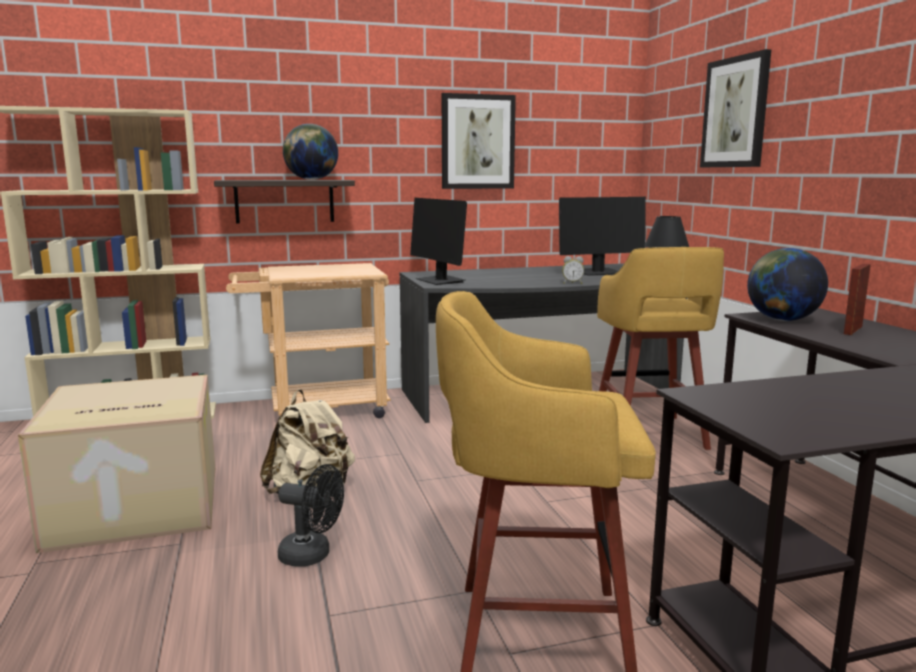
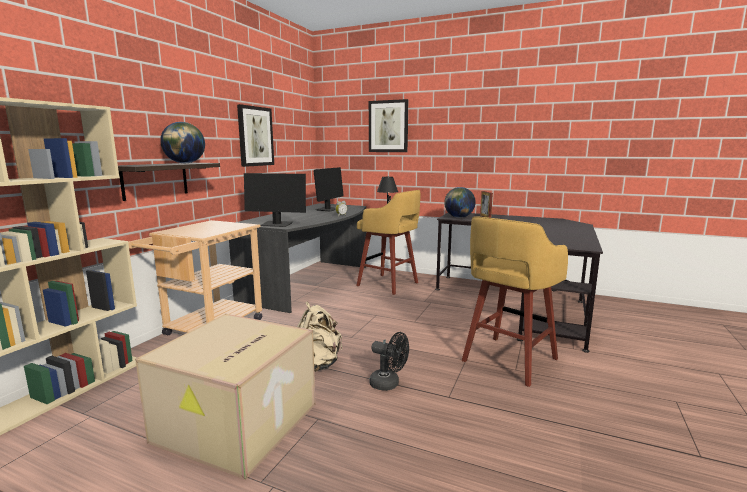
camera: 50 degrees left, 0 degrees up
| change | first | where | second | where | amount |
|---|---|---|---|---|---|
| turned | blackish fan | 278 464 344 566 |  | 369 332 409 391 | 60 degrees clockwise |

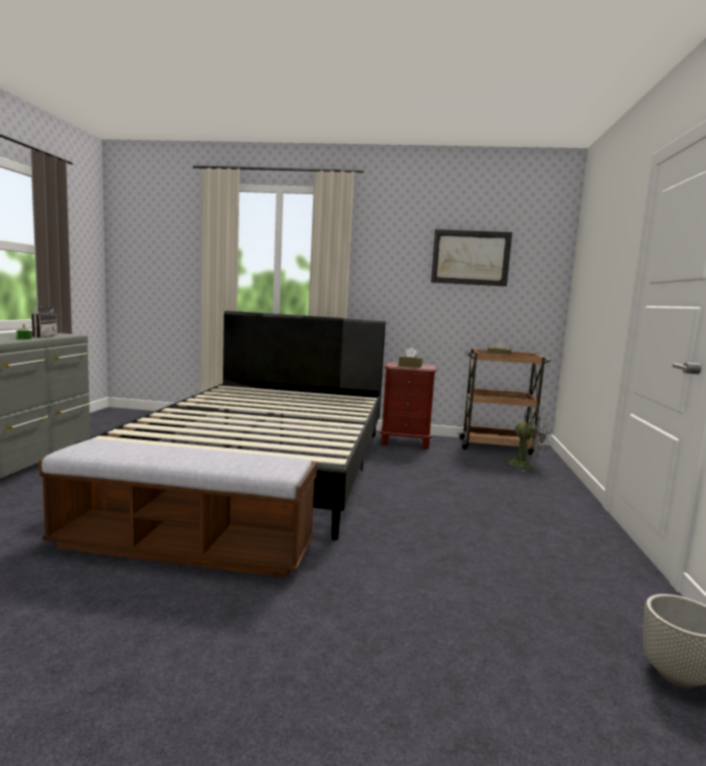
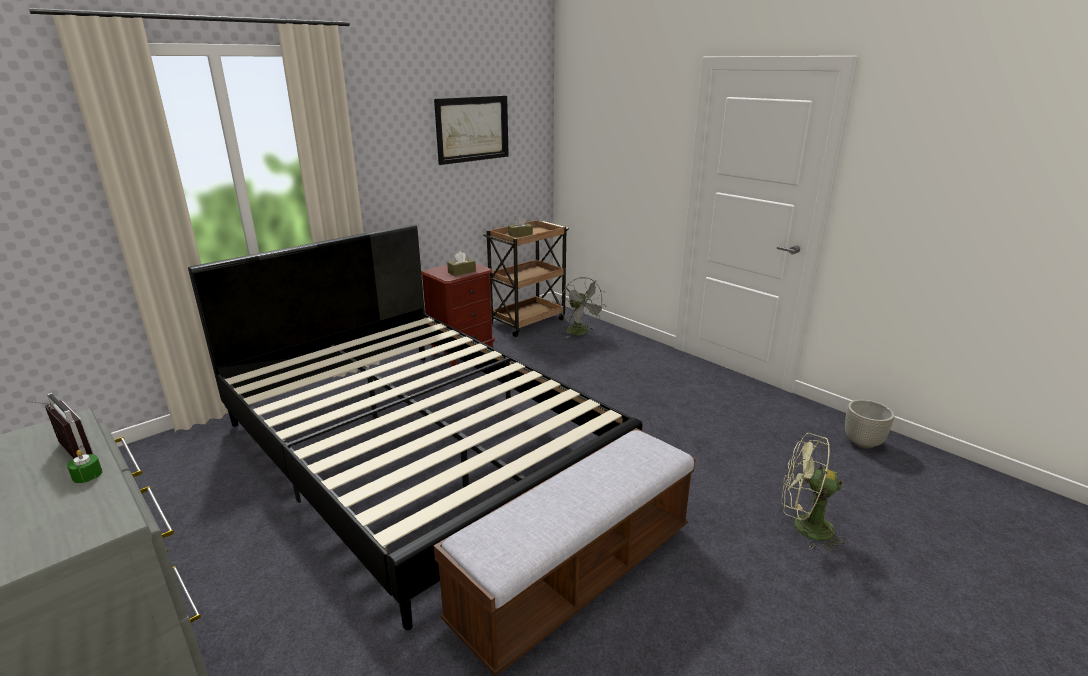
camera: 50 degrees left, 15 degrees up
| change | first | where | second | where | amount |
|---|---|---|---|---|---|
| turned | greyish fan | 504 405 550 472 |  | 560 277 606 338 | 75 degrees clockwise |
| added |  |  | green-coloured fan | 781 433 848 551 |  |

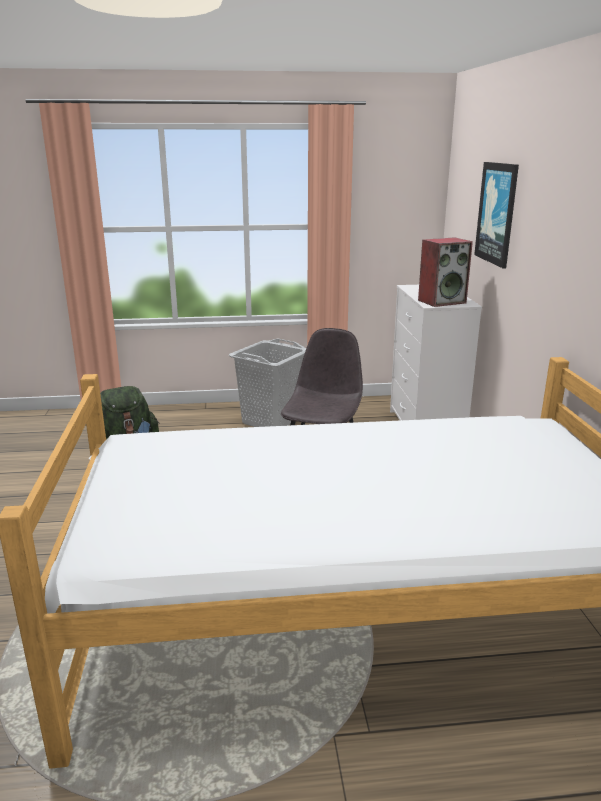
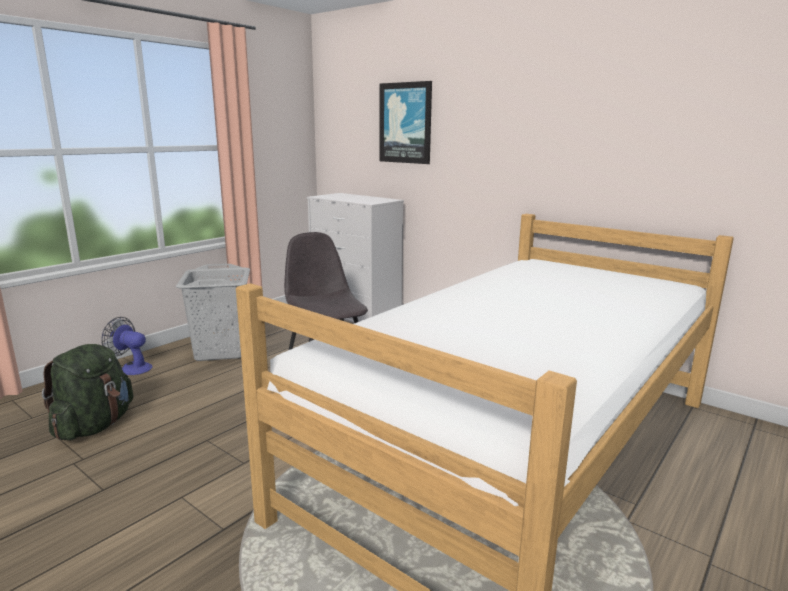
camera: 45 degrees left, 5 degrees down
| change | first | where | second | where | amount |
|---|---|---|---|---|---|
| removed | speaker | 418 237 473 307 |  |  |  |
| added |  |  | fan | 101 317 152 375 |  |

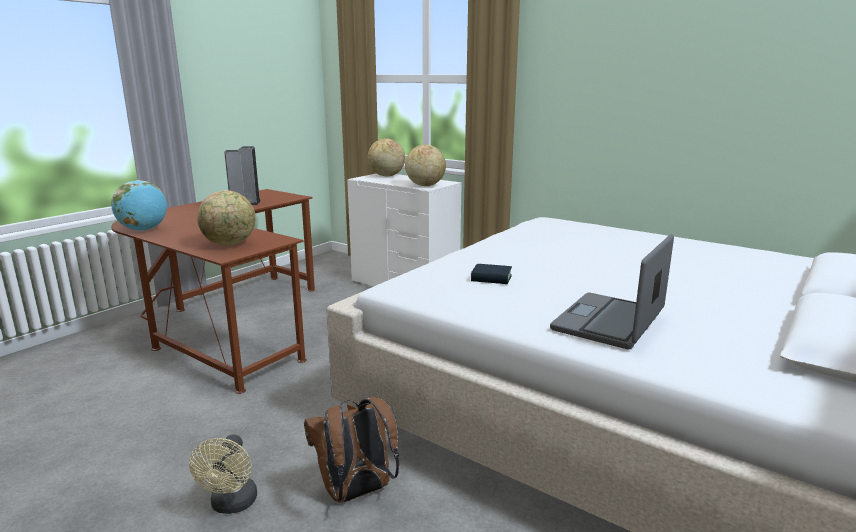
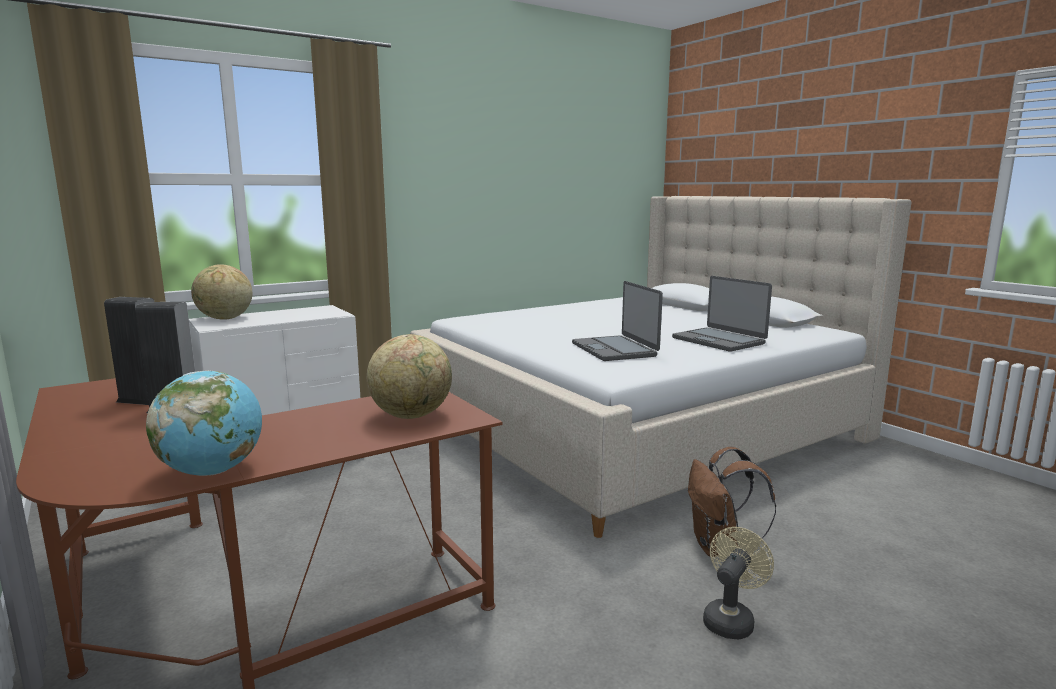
camera: 70 degrees left, 5 degrees down
| change | first | where | second | where | amount |
|---|---|---|---|---|---|
| removed | desk globe | 405 144 446 186 |  |  |  |
| replaced | bound book | 471 264 512 284 | portable computer | 572 281 663 361 |  |
| turned | beige-coloured fan | 189 434 257 514 |  | 703 527 774 639 | 75 degrees counterclockwise |

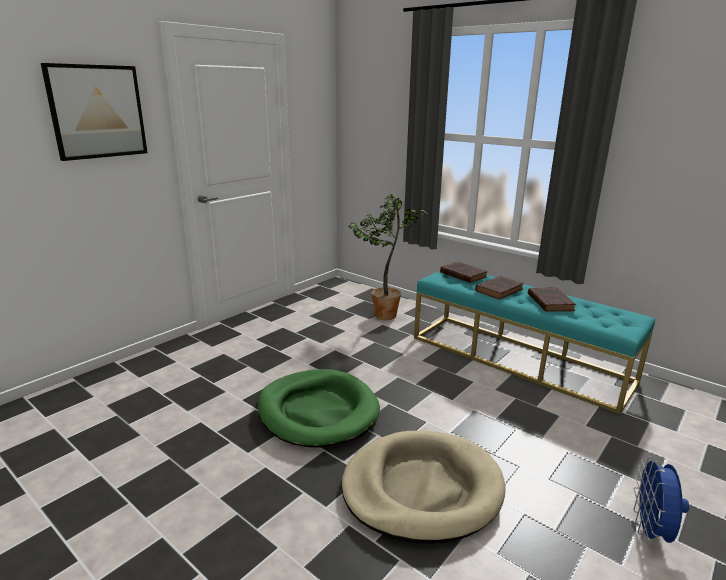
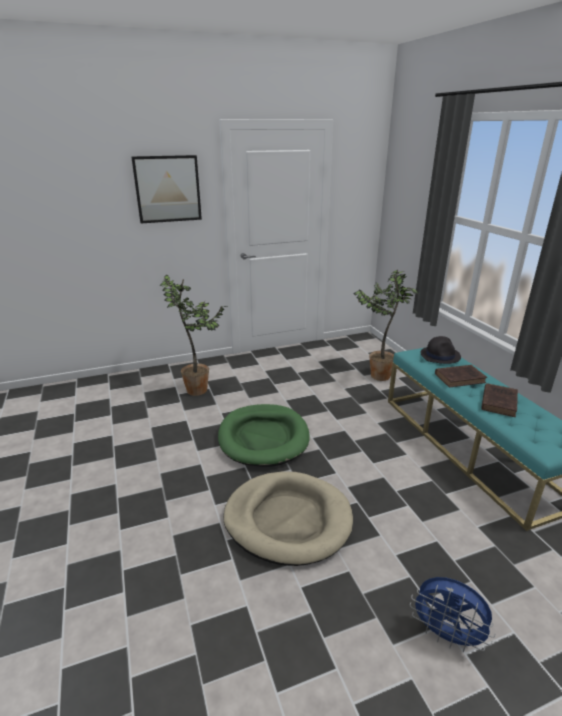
camera: 30 degrees right, 5 degrees up
| change | first | where | second | where | amount |
|---|---|---|---|---|---|
| replaced | brown bound book | 440 262 488 283 | blackish wearable hat | 420 336 461 364 |  |
| turned | blue-coloured fan | 633 456 689 543 |  | 410 577 496 652 | 105 degrees counterclockwise |
| added |  |  | potted plant | 160 275 227 396 |  |

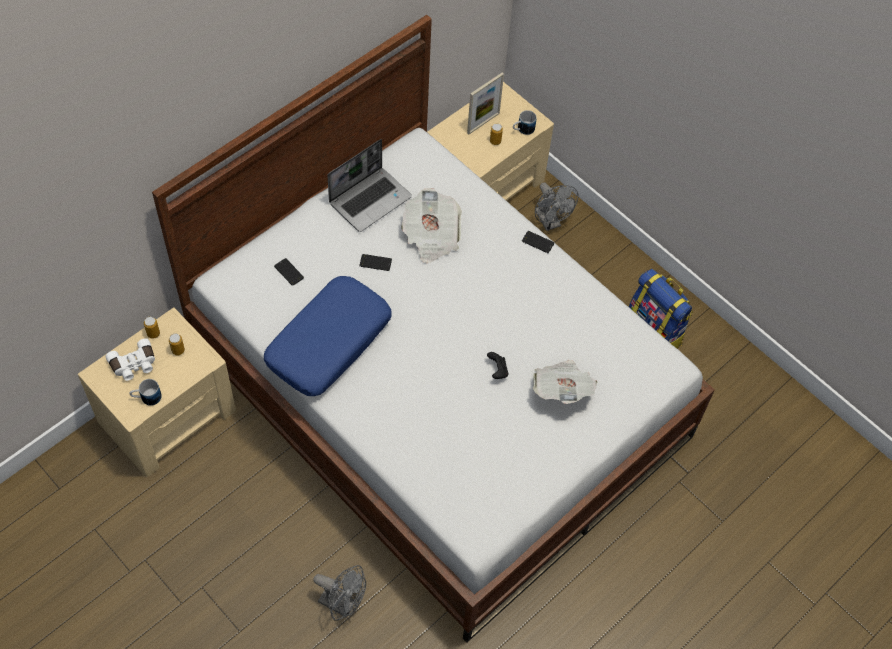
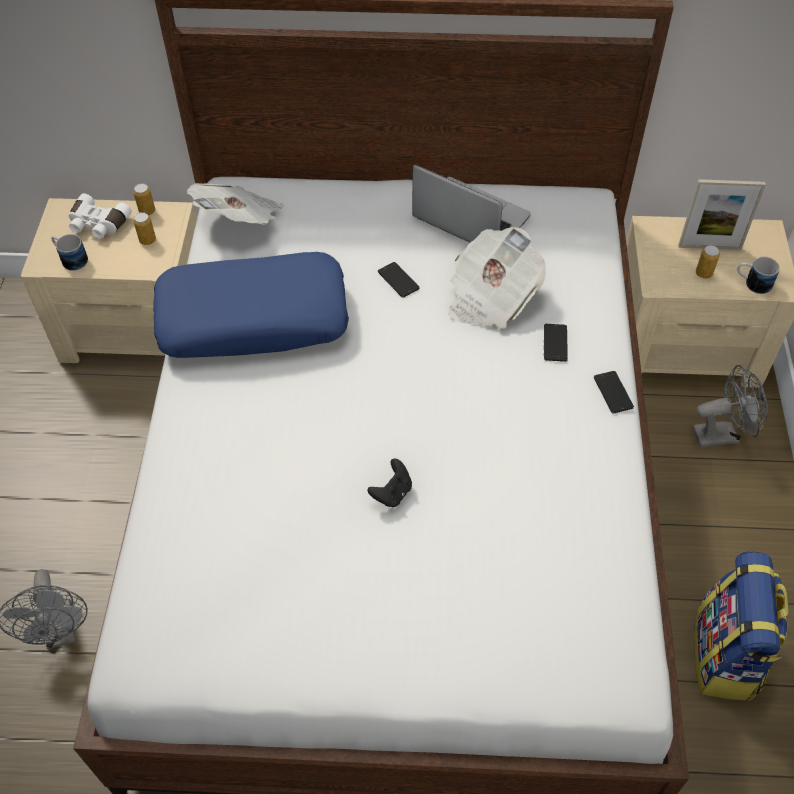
camera: 50 degrees right, 5 degrees down
| change | first | where | second | where | amount |
|---|---|---|---|---|---|
| turned | portable computer | 327 139 412 232 |  | 412 164 531 243 | 150 degrees counterclockwise |
| turned | greyish fan | 535 182 579 231 |  | 692 365 768 447 | 120 degrees counterclockwise |
| moved | phone | 274 258 304 286 |  | 544 324 568 362 |  |
| moved | printed paper | 533 360 598 404 |  | 187 183 284 225 |  |

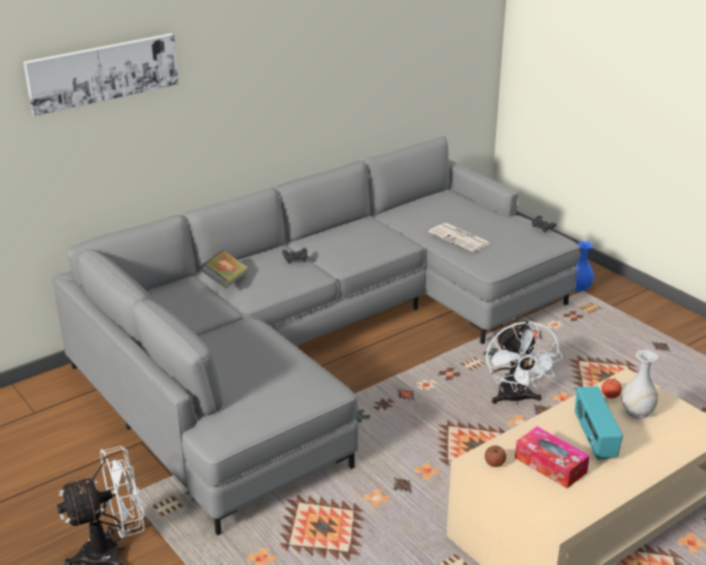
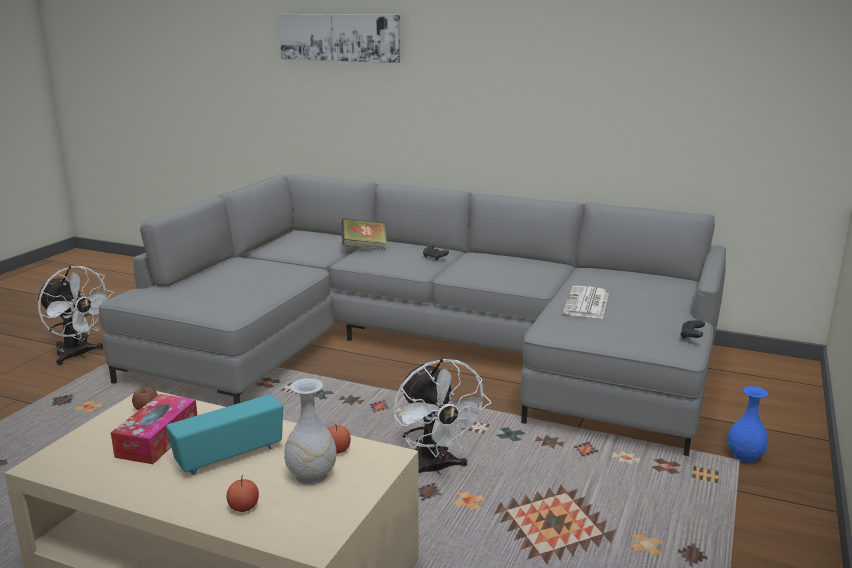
camera: 60 degrees right, 10 degrees down
| change | first | where | second | where | amount |
|---|---|---|---|---|---|
| turned | white-coloured fan | 486 318 563 404 |  | 393 358 492 475 | 75 degrees counterclockwise |
| added |  |  | whole apple | 227 475 259 512 |  |

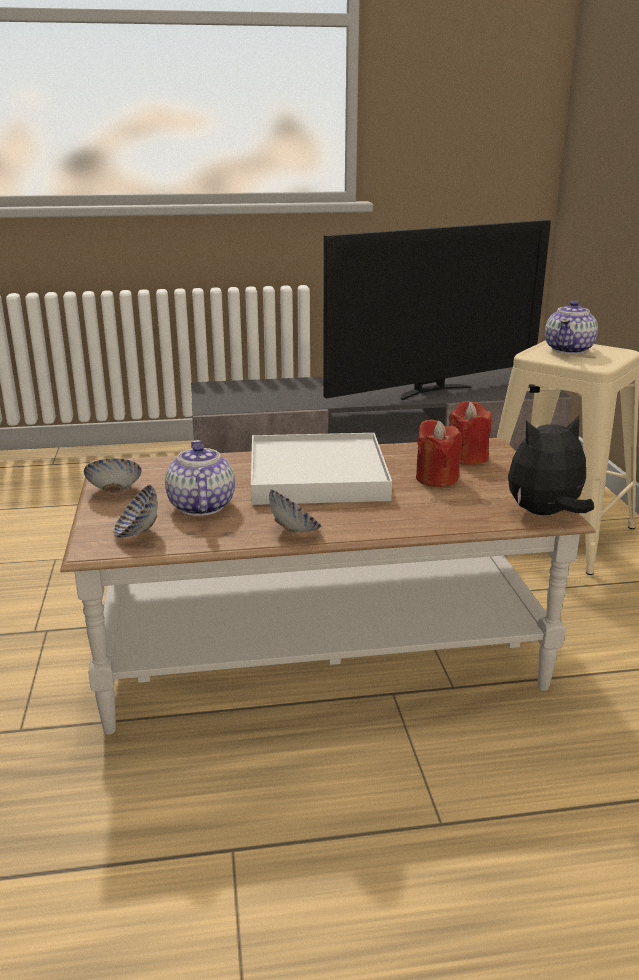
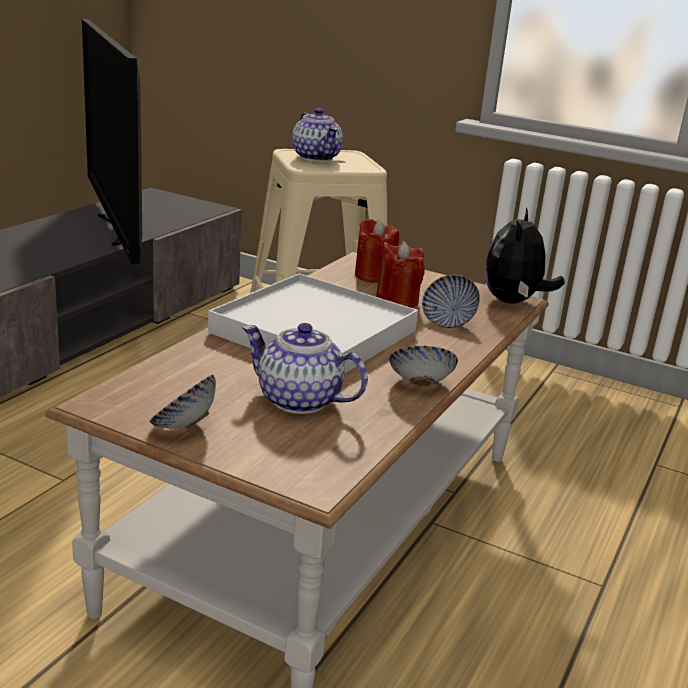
camera: 55 degrees left, 0 degrees up
| change | first | where | second | where | amount |
|---|---|---|---|---|---|
| turned | television | 323 220 551 400 |  | 82 19 142 264 | 150 degrees clockwise |
| moved | bowl | 113 485 158 538 |  | 422 275 480 328 |  |

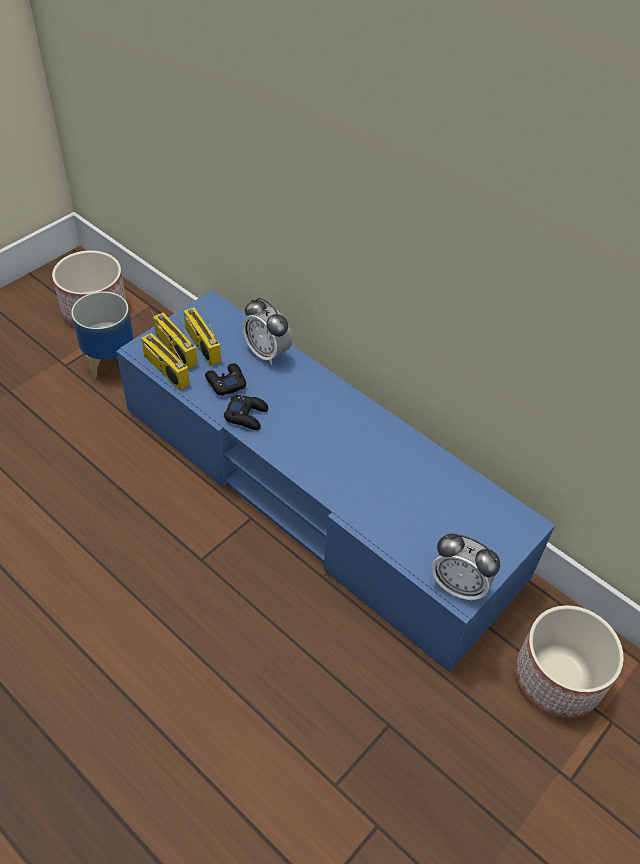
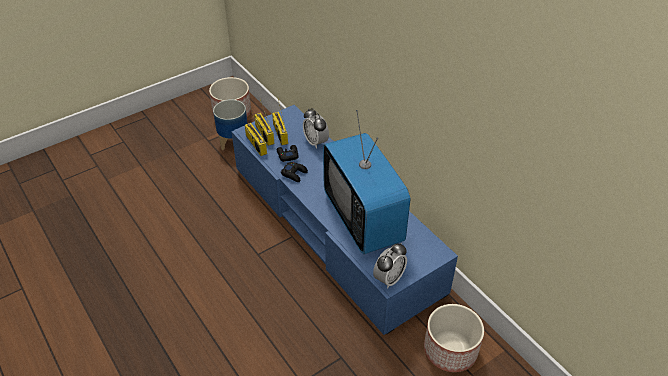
camera: 15 degrees right, 5 degrees down
| change | first | where | second | where | amount |
|---|---|---|---|---|---|
| turned | table clock | 431 533 500 602 |  | 373 243 407 288 | 90 degrees counterclockwise |
| added |  |  | television | 323 110 410 254 |  |

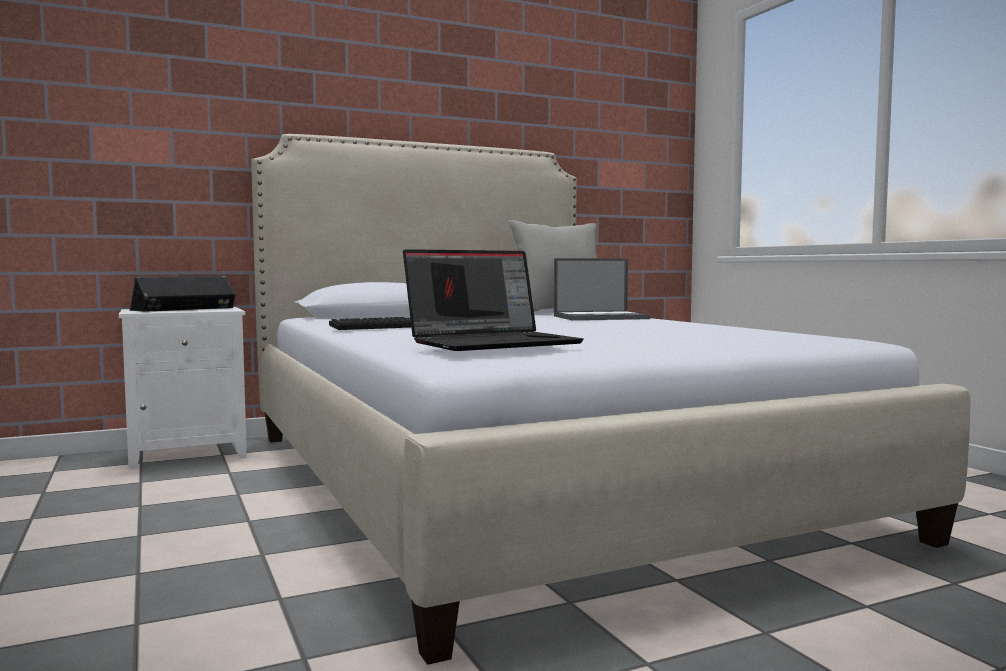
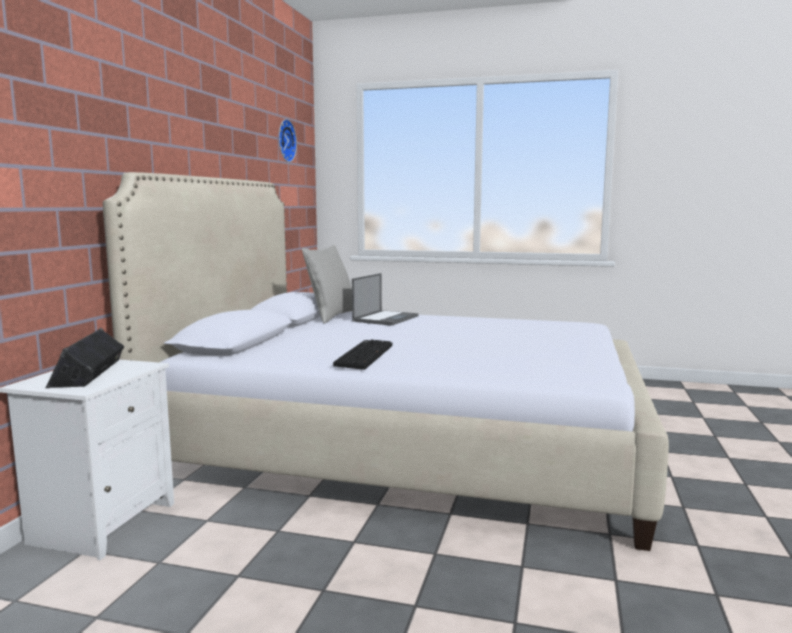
camera: 50 degrees left, 5 degrees up
| change | first | where | second | where | amount |
|---|---|---|---|---|---|
| removed | portable computer | 403 249 584 351 |  |  |  |
| added |  |  | clock on the wall | 278 119 297 162 |  |

